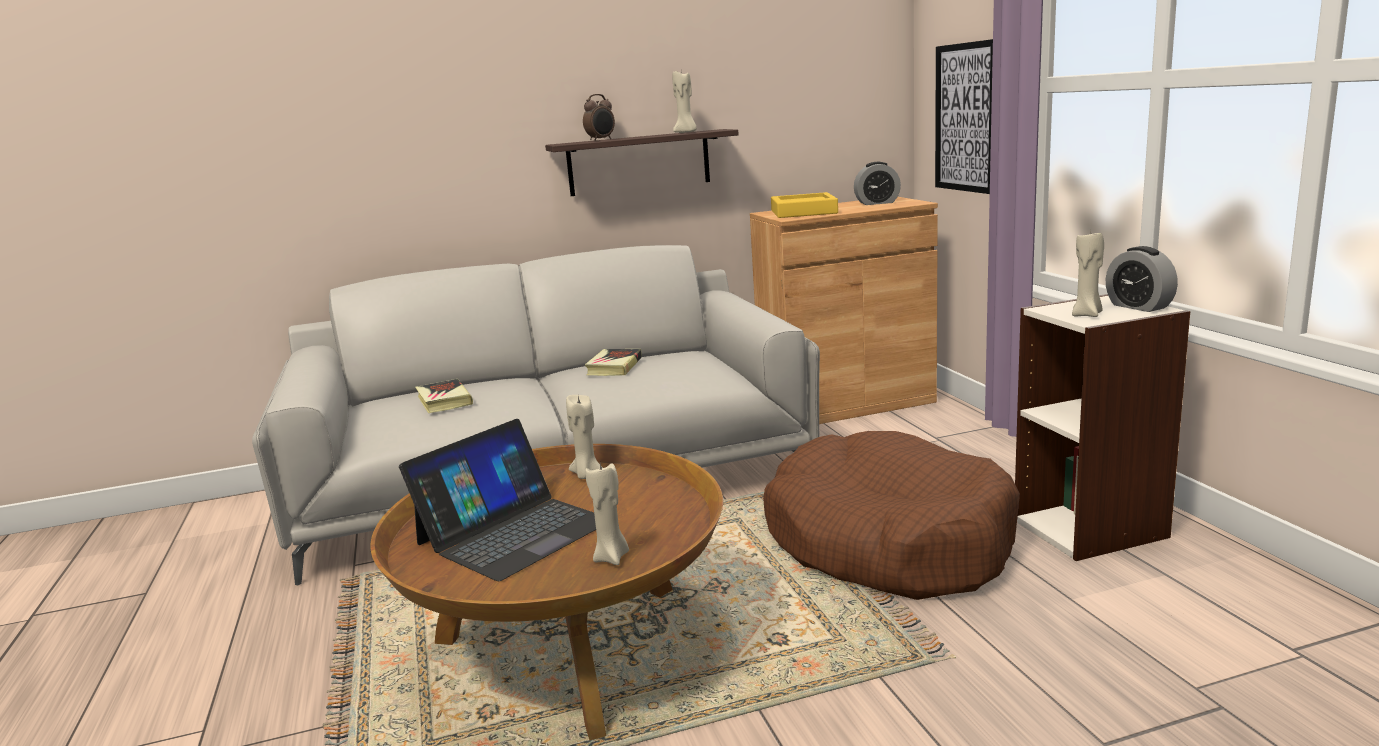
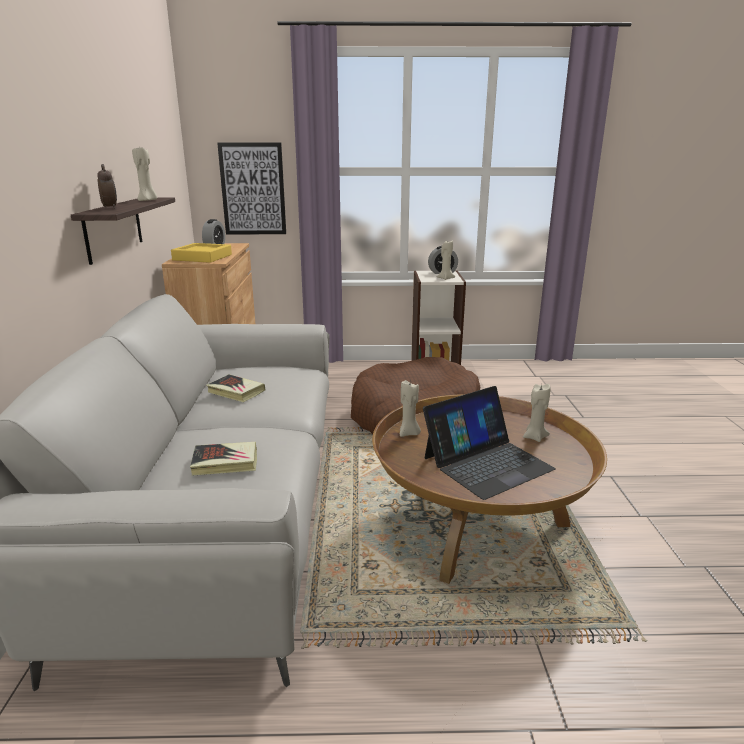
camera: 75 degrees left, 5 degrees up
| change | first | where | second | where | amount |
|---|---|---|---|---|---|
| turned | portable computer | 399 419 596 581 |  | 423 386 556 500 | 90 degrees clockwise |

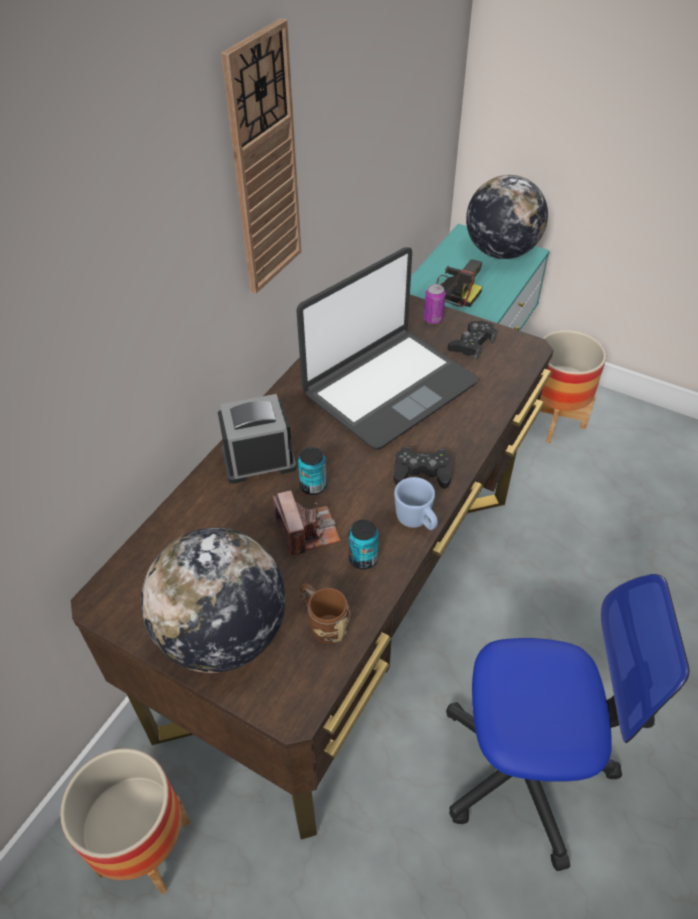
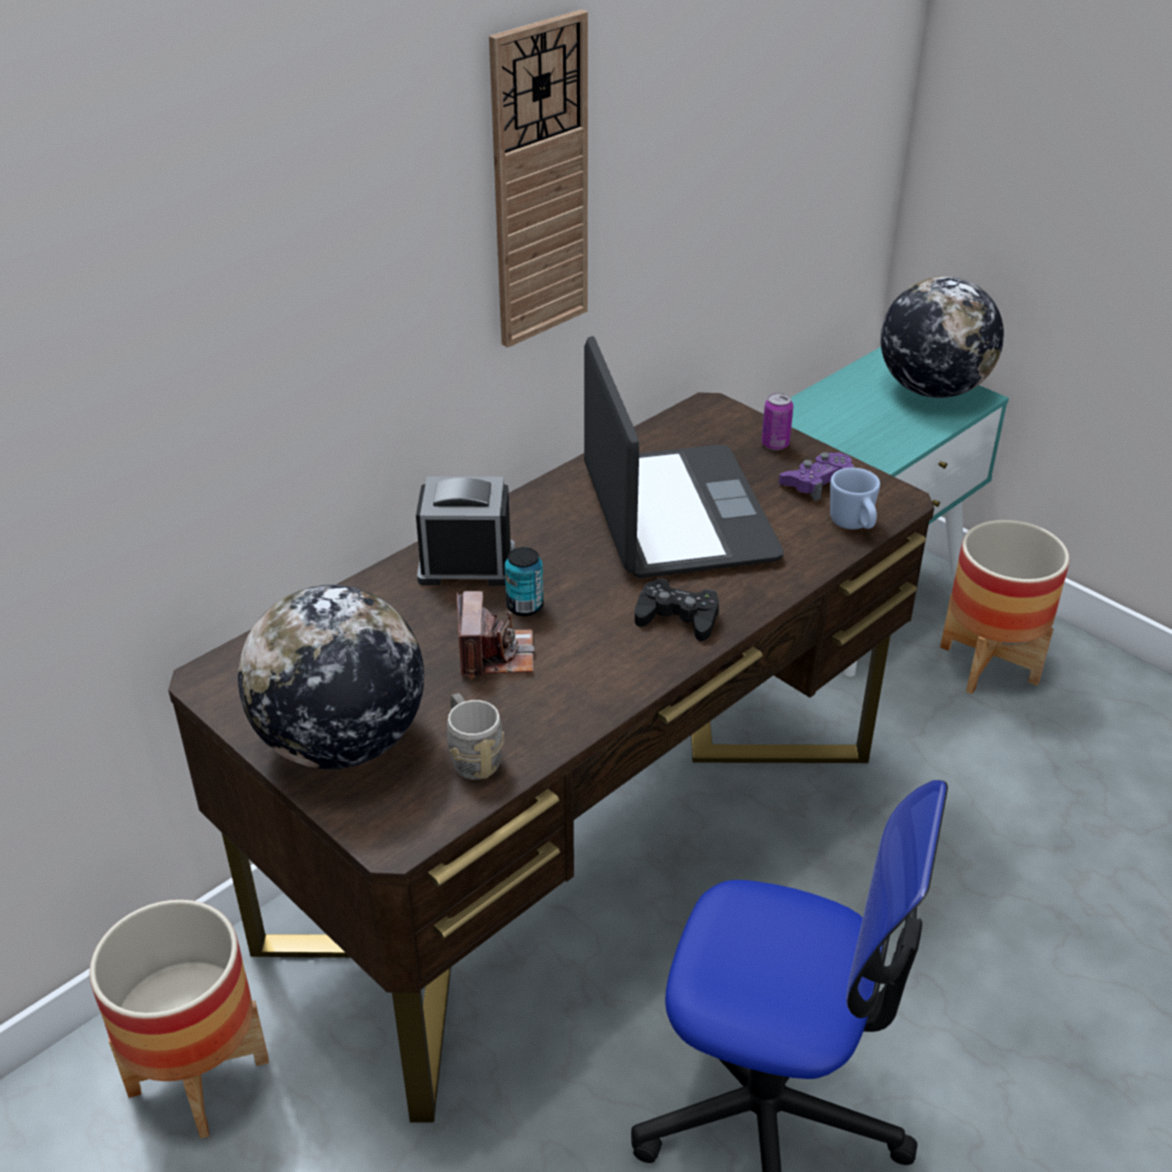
camera: 15 degrees right, 10 degrees down
| change | first | where | second | where | amount |
|---|---|---|---|---|---|
| turned | portable computer | 296 247 478 450 |  | 584 336 784 578 | 75 degrees counterclockwise |
| removed | still camera | 436 259 482 307 |  |  |  |
| recoloured | blackish game controller | 448 321 496 360 | purple game controller | 779 452 854 502 |  |
| moved | blue-coloured tea mug | 394 477 438 530 |  | 830 468 880 529 |  |
| removed | metal can | 349 520 379 570 |  |  |  |
| recoloured | brown tea mug | 300 583 350 644 | greyish tea mug | 447 693 504 780 |  |

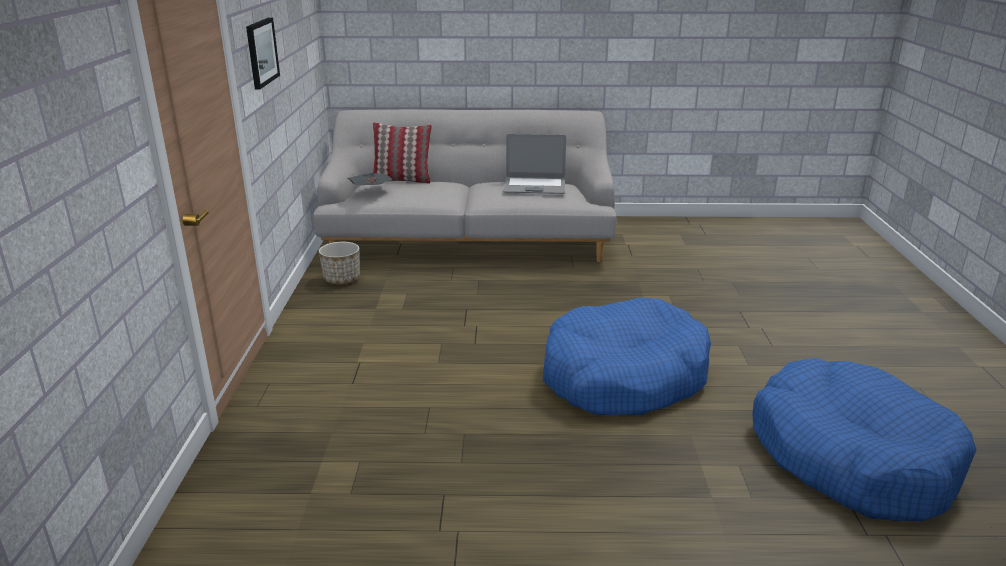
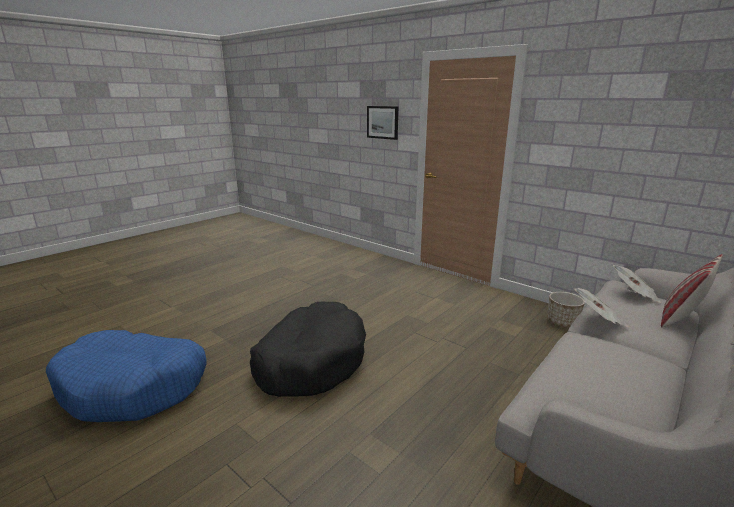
camera: 130 degrees right, 5 degrees down
| change | first | where | second | where | amount |
|---|---|---|---|---|---|
| moved | wall picture | 246 18 280 89 |  | 367 106 398 140 |  |
| removed | portable computer | 504 134 566 194 |  |  |  |
| recoloured | blue-coloured dog cushion | 543 297 711 415 | blackish dog cushion | 250 302 366 397 |  |
| added |  |  | printed paper | 574 288 629 327 |  |

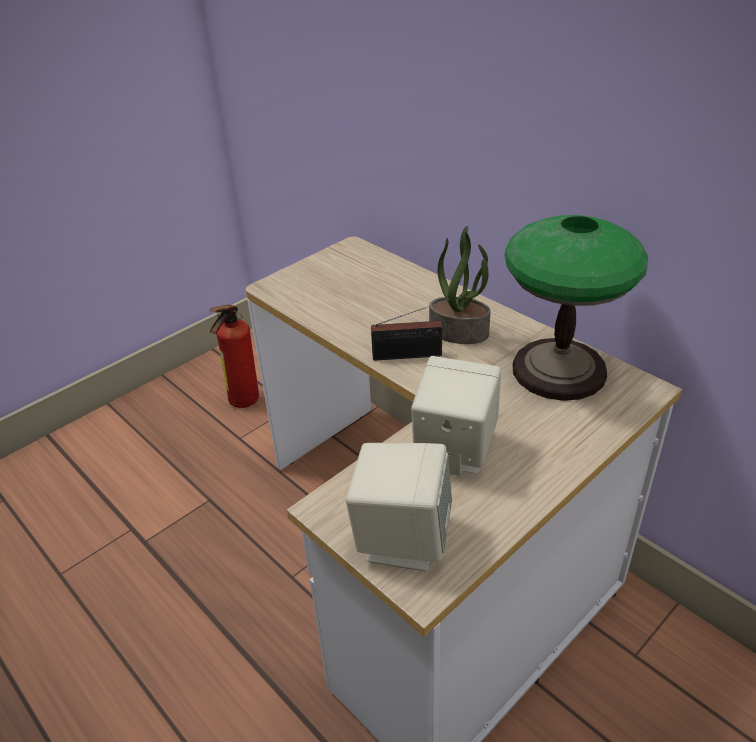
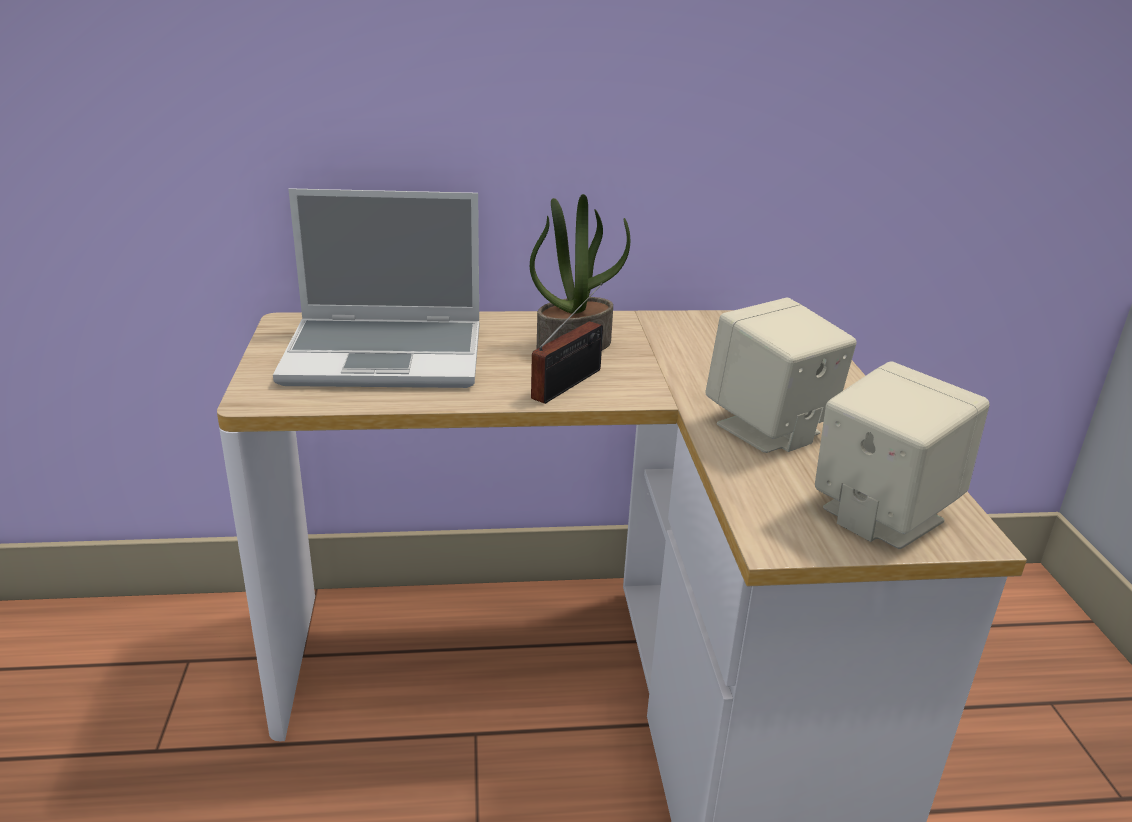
camera: 55 degrees left, 10 degrees down
| change | first | where | second | where | amount |
|---|---|---|---|---|---|
| removed | lamp for a table | 504 215 648 401 |  |  |  |
| removed | fire-fighting cylinder | 209 304 259 408 |  |  |  |
| added |  |  | portable computer | 273 188 479 388 |  |

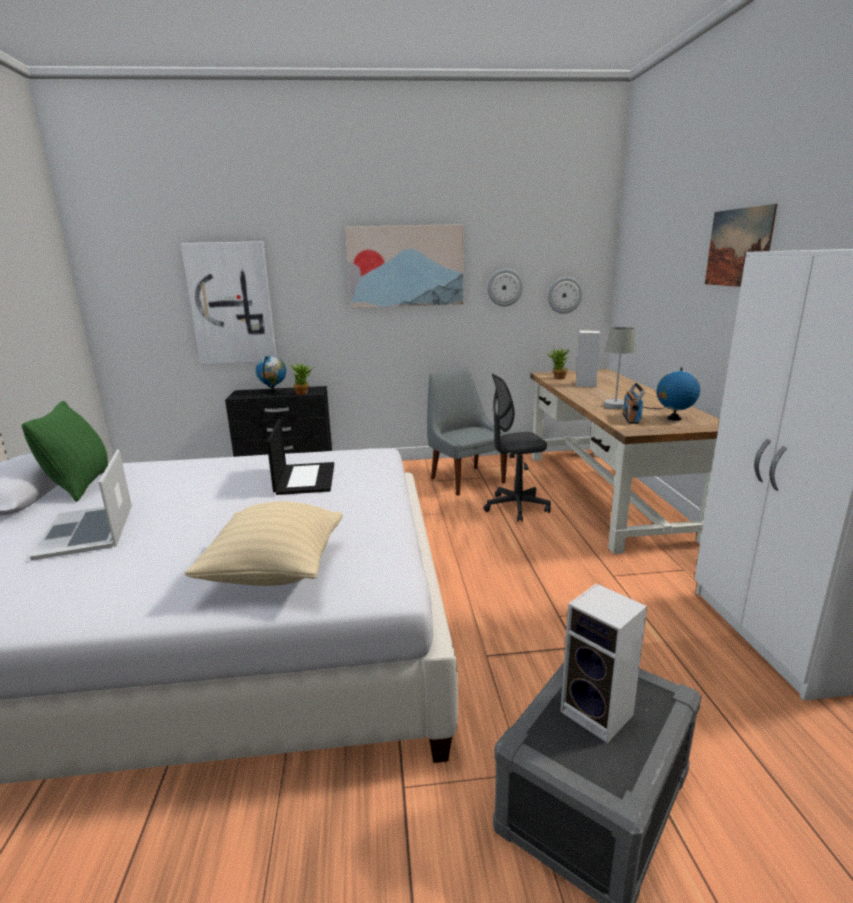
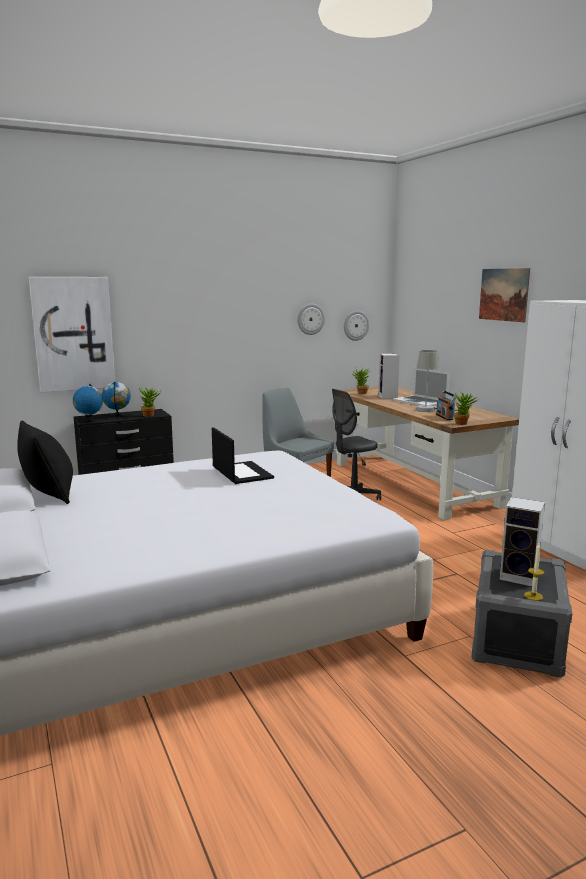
camera: 20 degrees left, 5 degrees down
| change | first | where | second | where | amount |
|---|---|---|---|---|---|
| removed | wall picture | 345 224 464 308 |  |  |  |
| moved | desk globe | 657 368 700 421 |  | 73 384 103 422 |  |
| recoloured | green-coloured pillow | 21 401 108 502 | blackish pillow | 17 420 73 504 |  |
| moved | portable computer | 30 450 132 561 |  | 393 368 450 406 |  |
| removed | beige-coloured pillow | 184 501 343 586 |  |  |  |
| added |  |  | potted plant | 454 392 477 425 |  |
| added |  |  | wax candle | 524 544 544 601 |  |

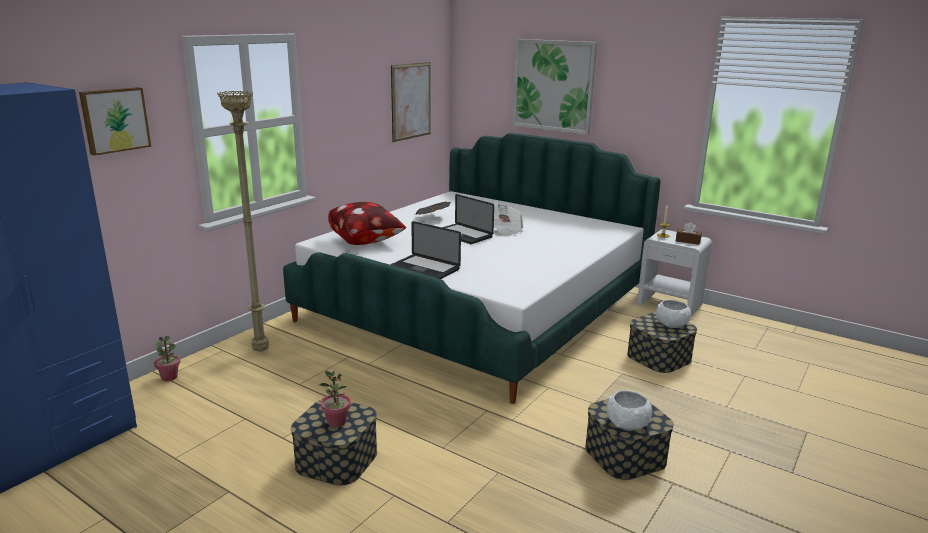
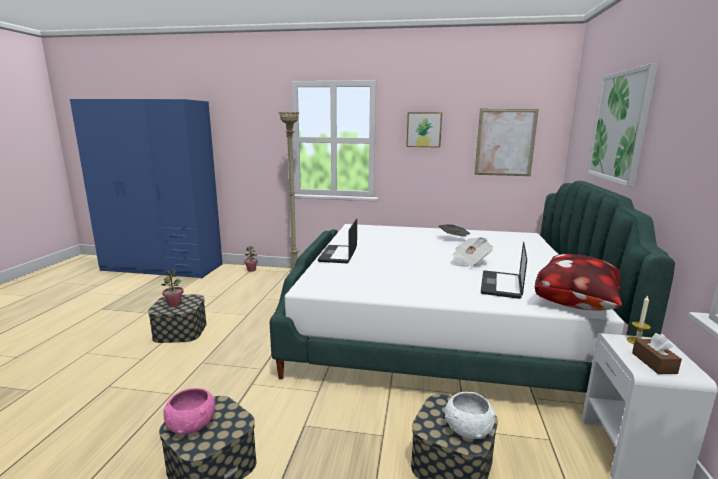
camera: 65 degrees right, 5 degrees down
| change | first | where | second | where | amount |
|---|---|---|---|---|---|
| moved | wall picture | 79 87 151 156 |  | 406 112 442 148 |  |
| moved | portable computer | 442 194 494 244 |  | 481 241 527 299 |  |
| moved | pillow | 328 202 406 245 |  | 535 254 622 310 |  |
| recoloured | white-coloured bowl | 607 390 652 431 | pinkish bowl | 163 388 215 435 |  |

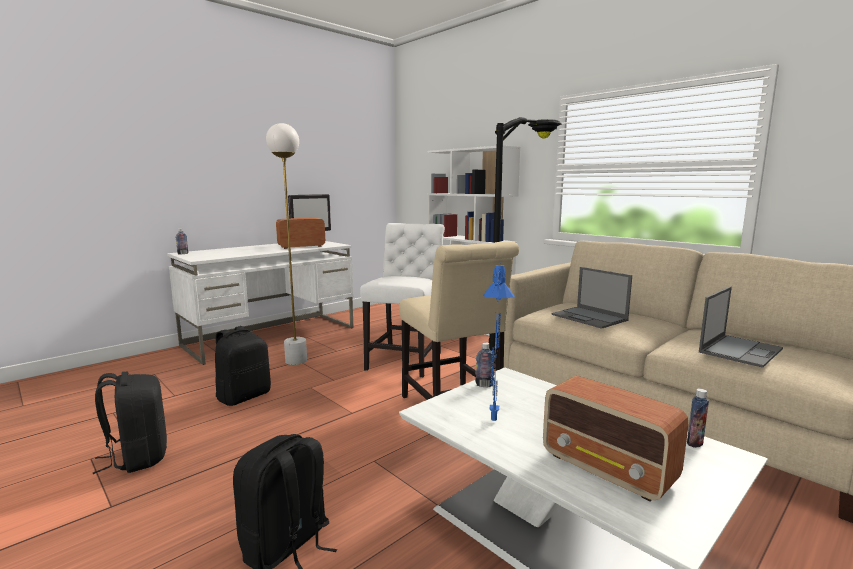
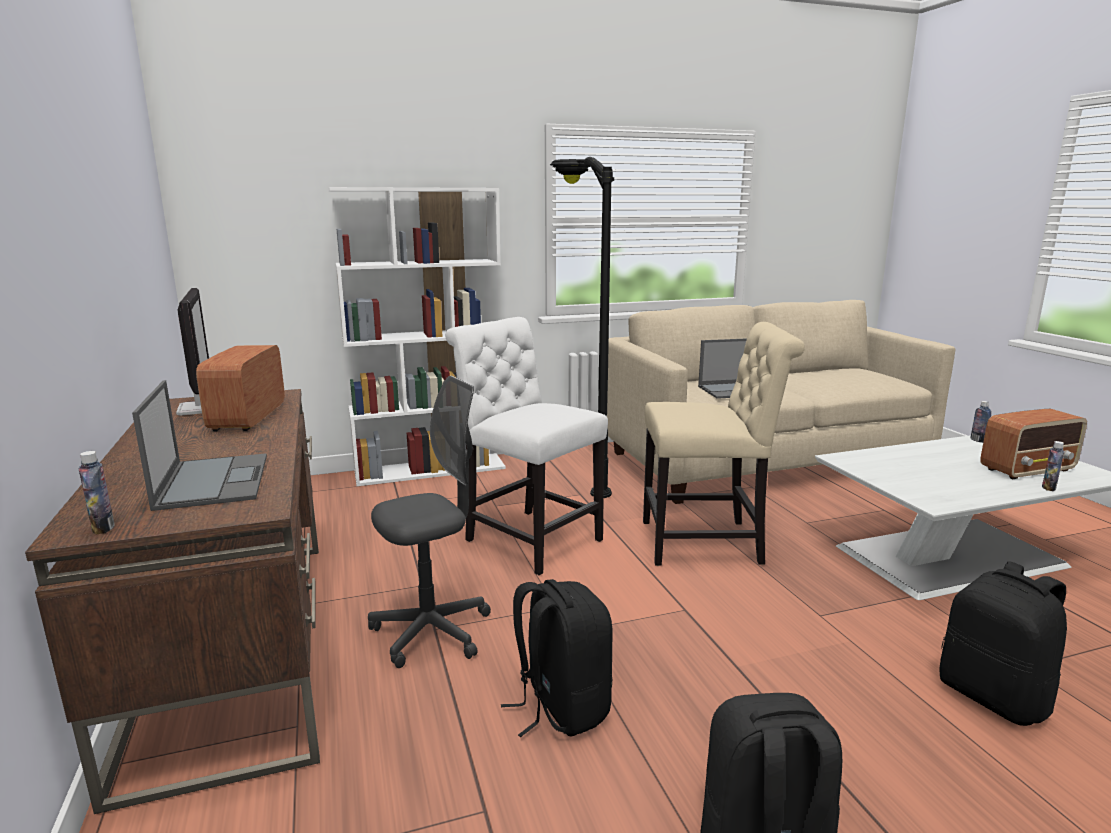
camera: 65 degrees left, 5 degrees up
| change | first | where | second | where | amount |
|---|---|---|---|---|---|
| replaced | white-coloured standard lamp | 266 123 307 365 | greyish computer chair | 368 376 491 668 |  |
| recoloured | white-coloured desk | 167 241 353 365 | brown desk | 25 389 320 814 |  |
| removed | blue-coloured lamp for a table | 483 262 514 421 |  |  |  |
| moved | portable computer | 699 287 783 368 |  | 132 380 267 511 |  |
| moved | drink bottle | 475 342 495 387 |  | 1042 441 1064 491 |  |

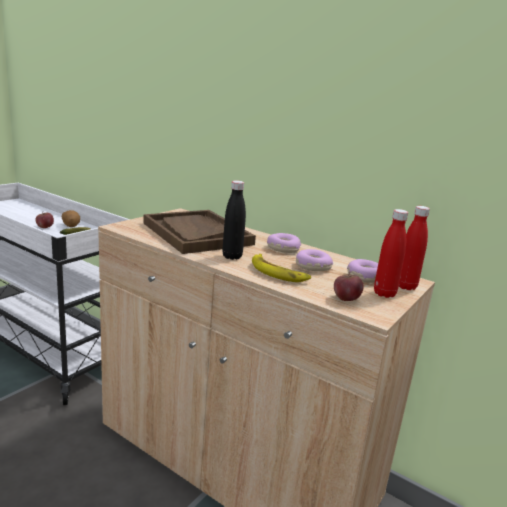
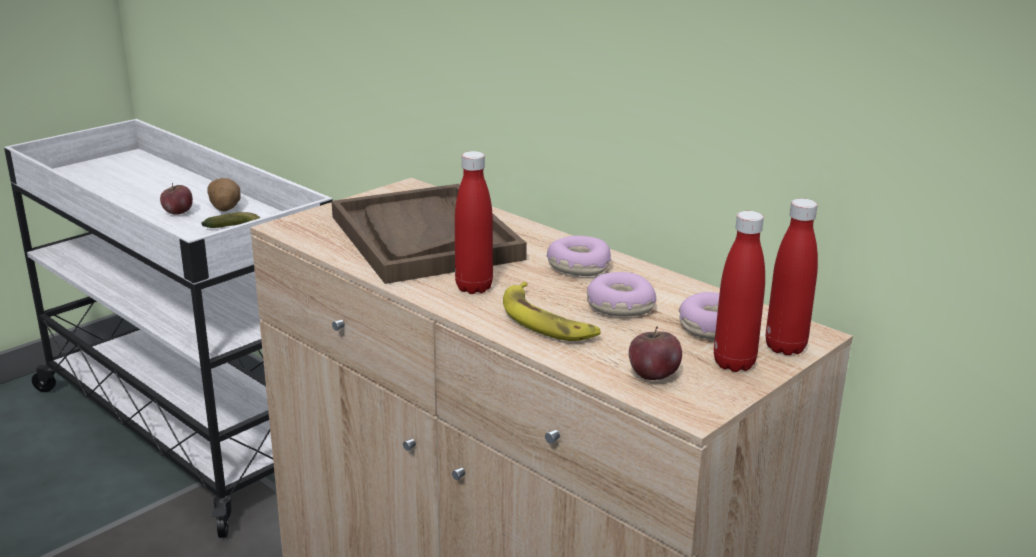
camera: 10 degrees right, 5 degrees up
| change | first | where | second | where | amount |
|---|---|---|---|---|---|
| recoloured | blackish drink bottle | 222 180 246 260 | red-coloured drink bottle | 455 151 493 294 |  |

